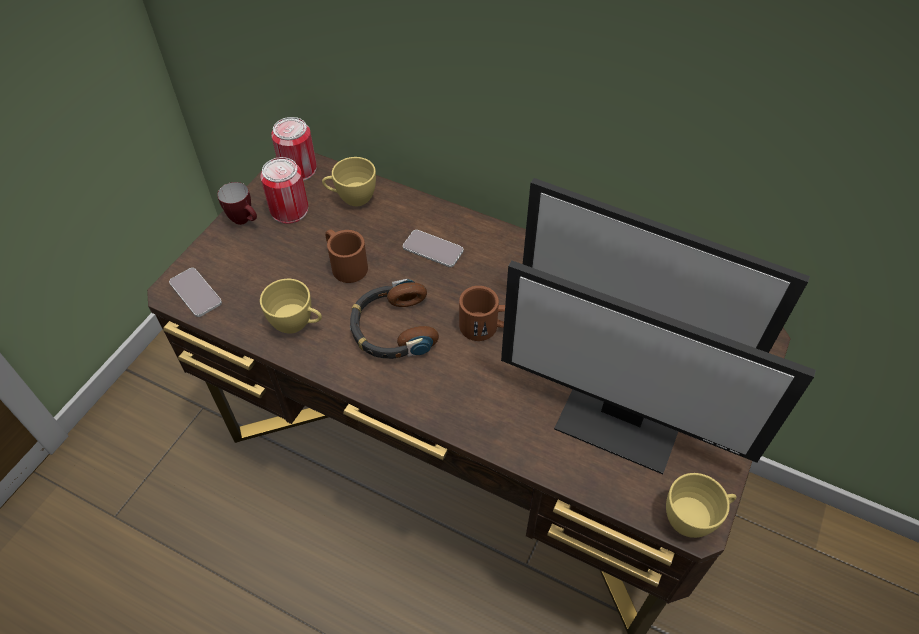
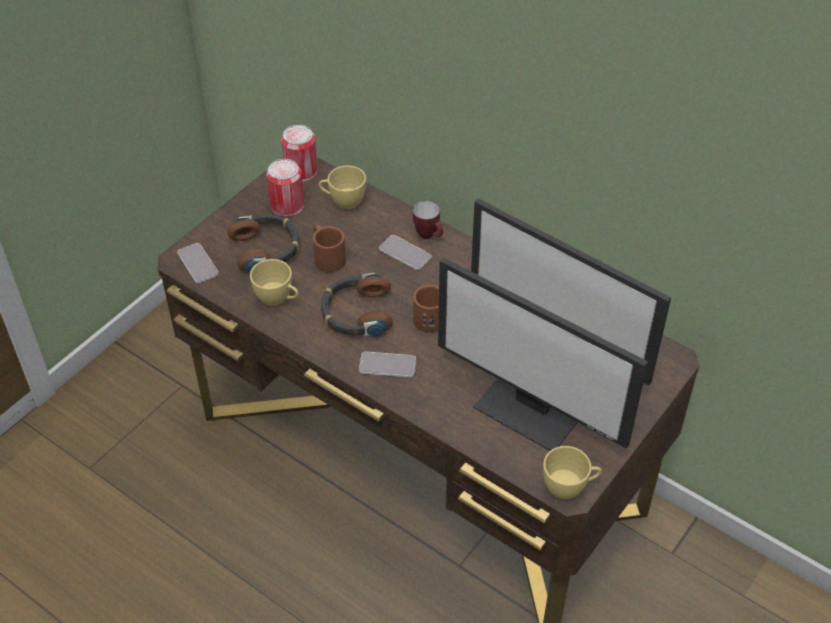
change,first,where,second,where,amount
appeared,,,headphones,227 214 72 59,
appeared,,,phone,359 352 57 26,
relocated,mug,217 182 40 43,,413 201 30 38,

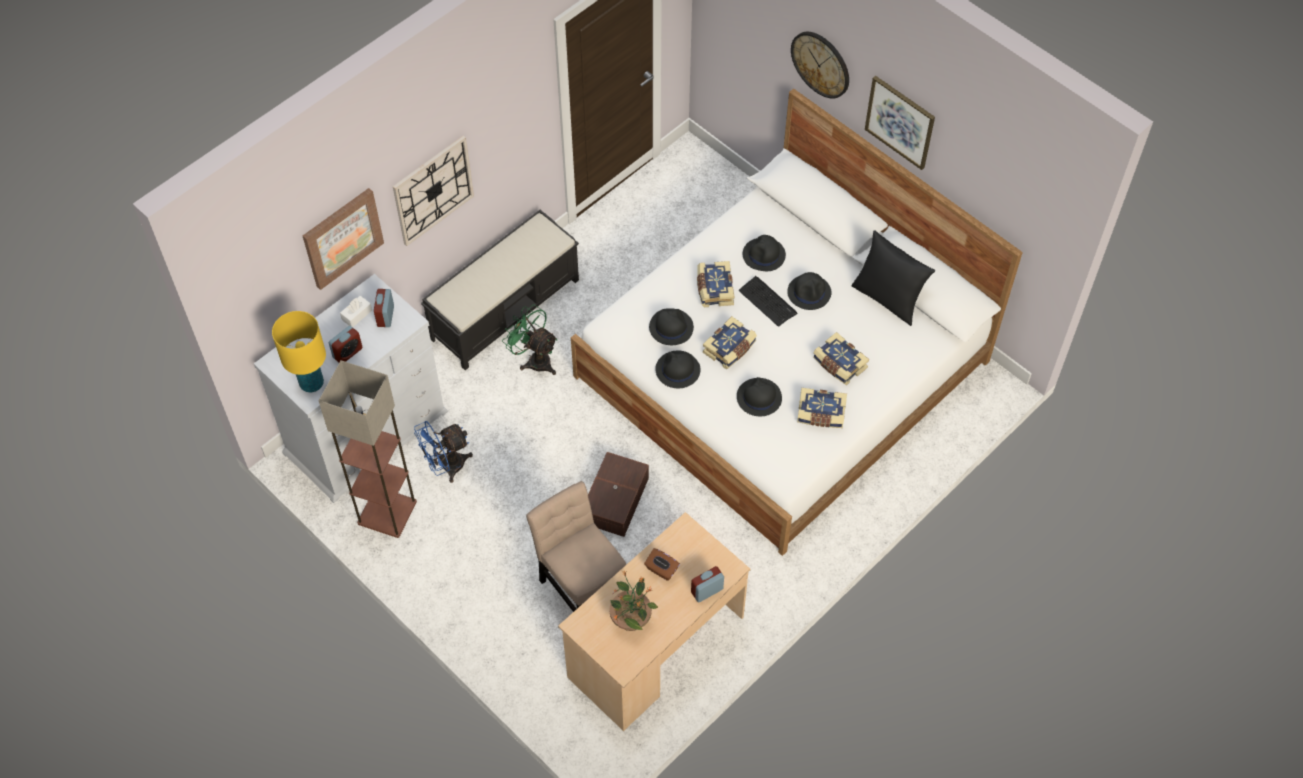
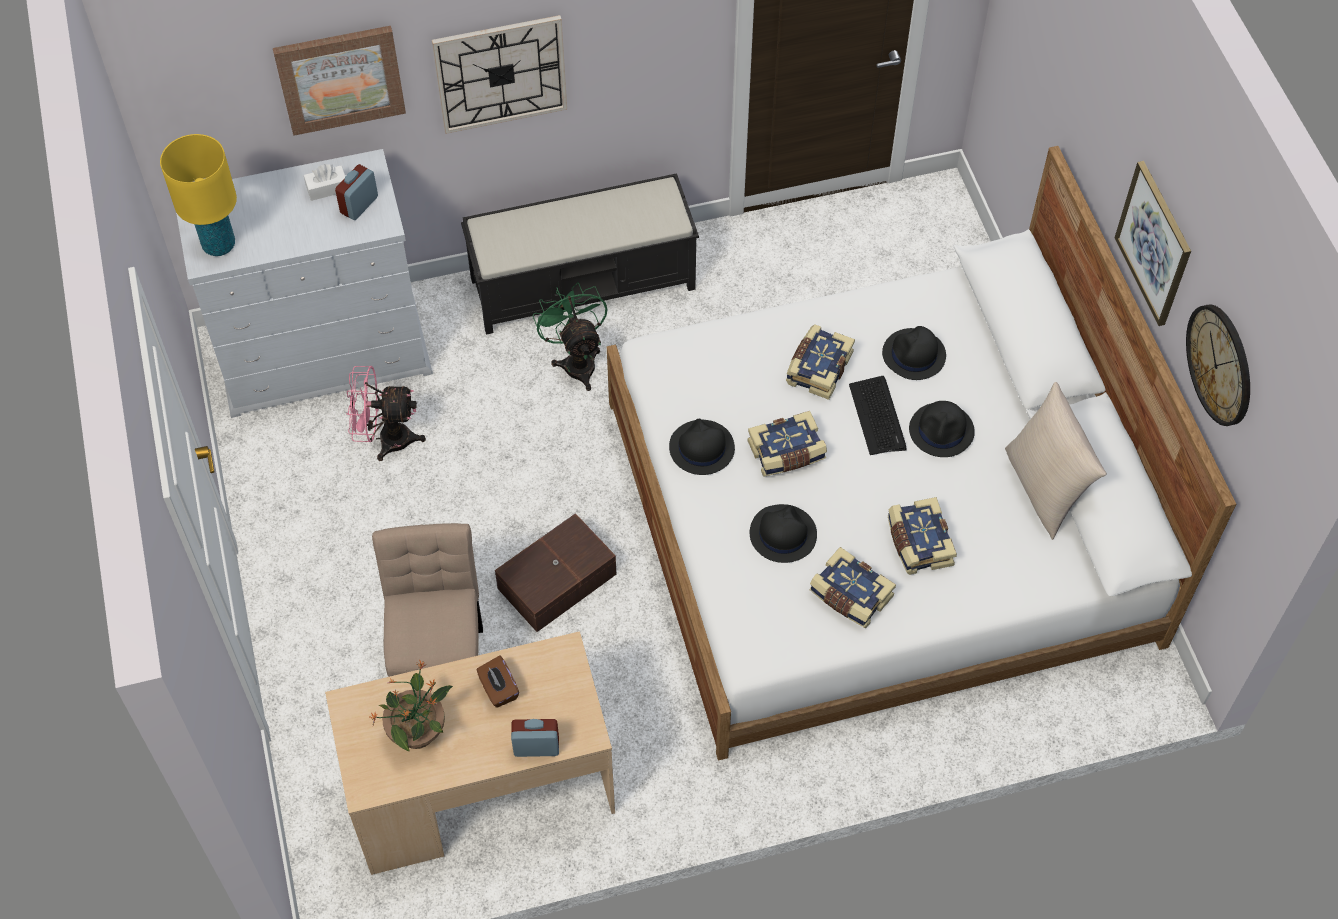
change,first,where,second,where,amount
colour,fan (blue),414 421 59 62,fan (pink),346 366 80 95,
colour,pillow (black),851 230 84 96,pillow (beige),1005 382 102 158,
relocated,wall clock,791 32 58 67,,1186 304 64 122,
missing,floor lamp,319 360 98 178,,,
missing,alarm clock,329 326 33 37,,,
missing,hat (black),649 308 45 37,,,

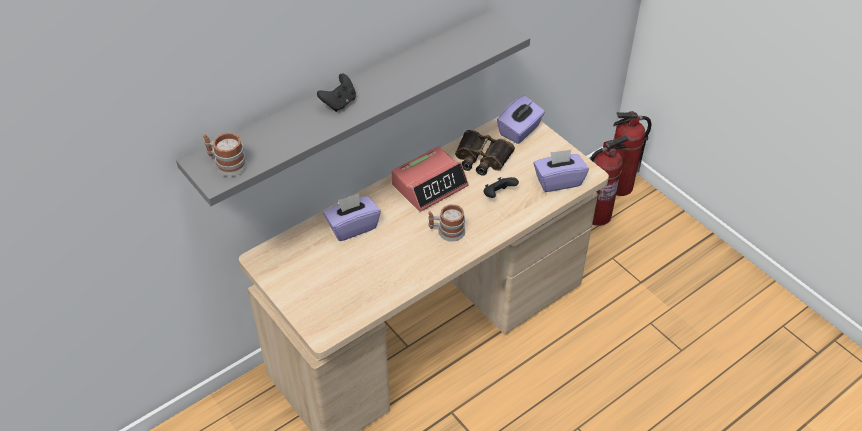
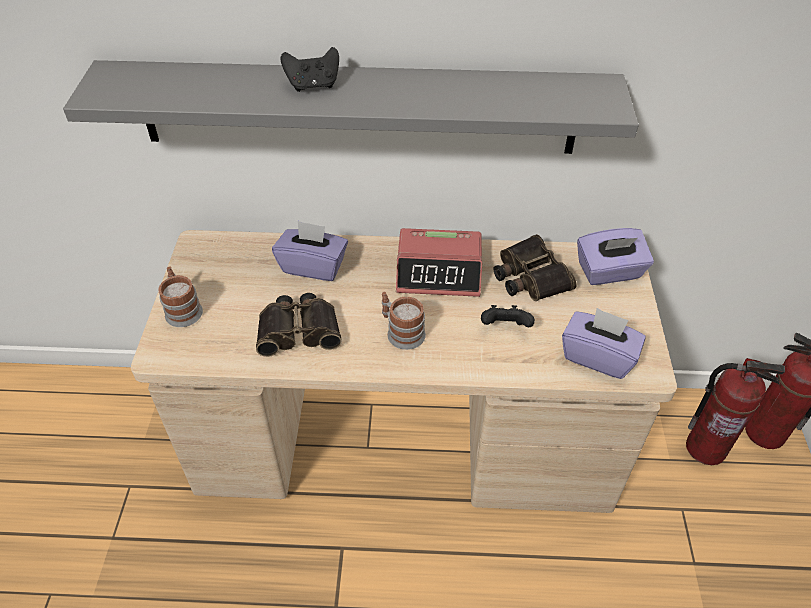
change,first,where,second,where,amount
relocated,mug,203 133 45 44,,159 266 44 61,
appeared,,,binoculars,256 293 86 64,

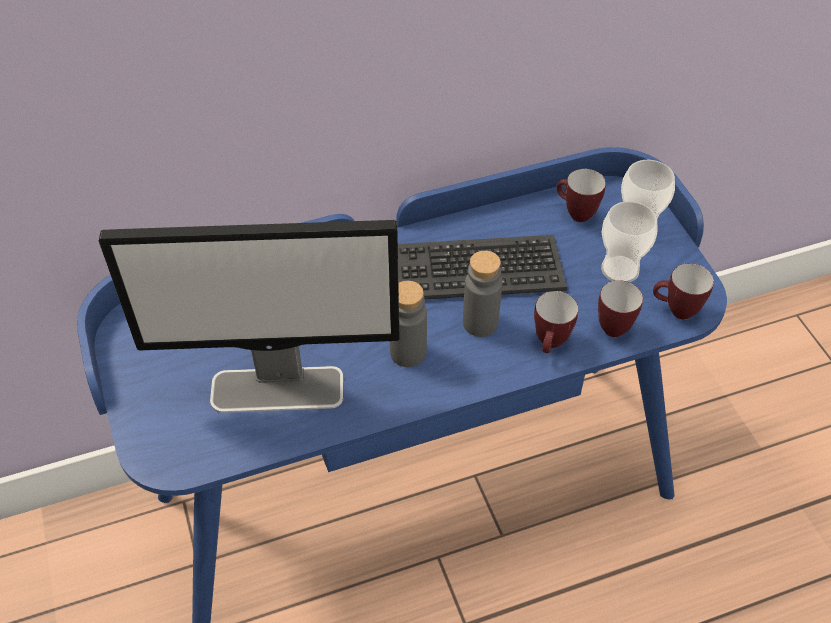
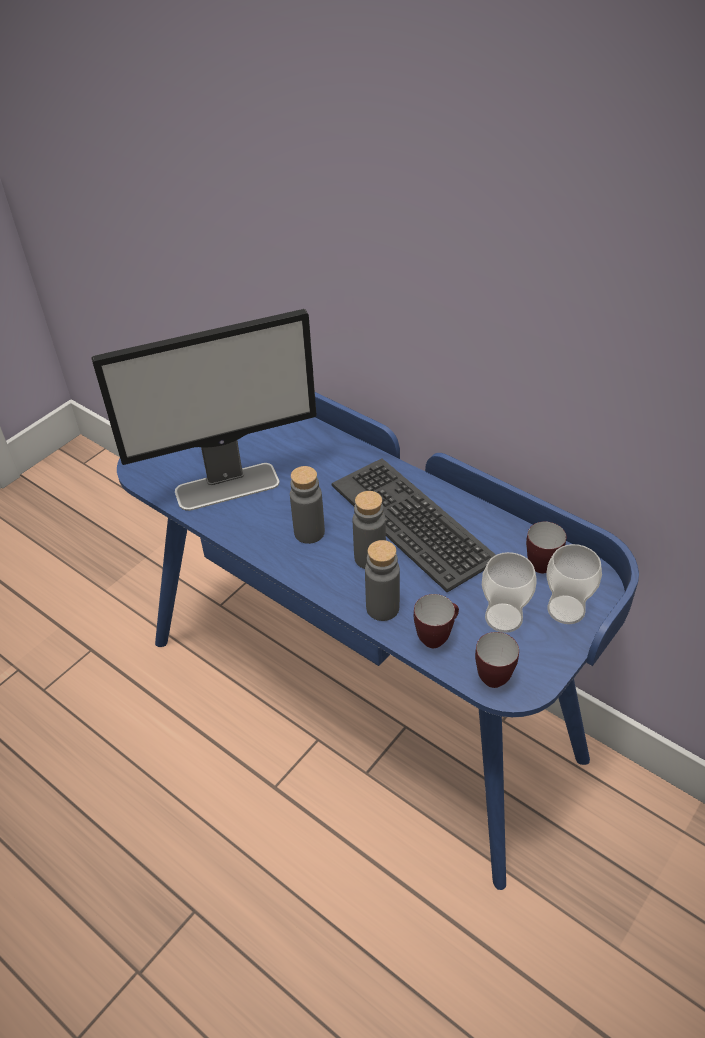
change,first,where,second,where,amount
spun,monitor,99 220 301 193,,92 309 224 202,75 degrees counterclockwise
exchanged,mug,534 291 45 62,bottle (grey),365 540 35 81,

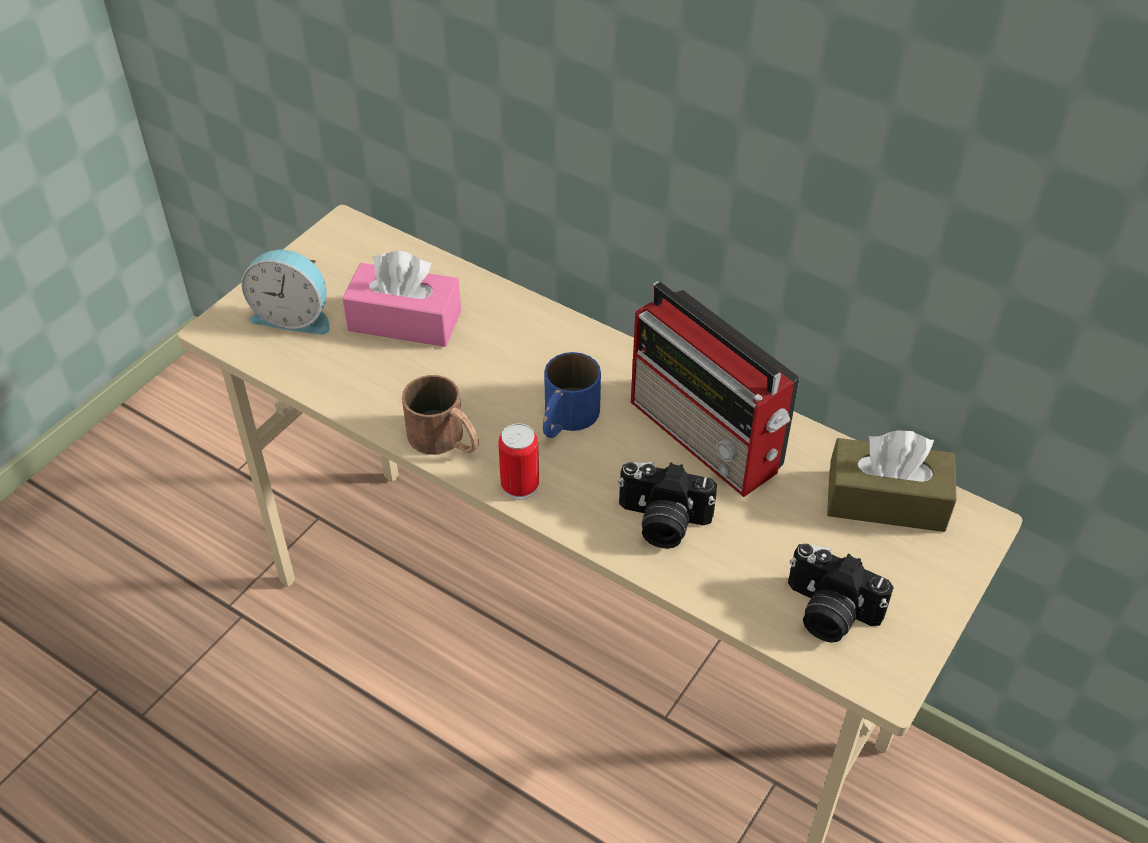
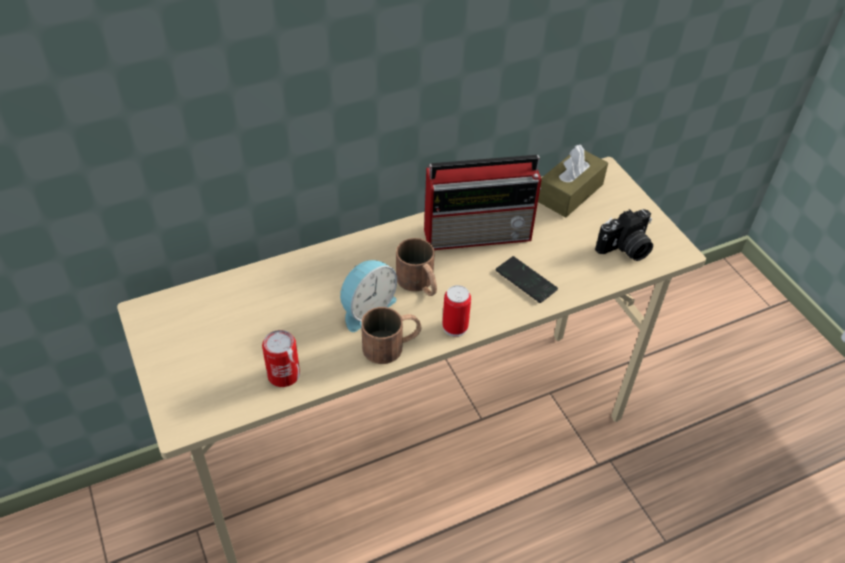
change,first,where,second,where,amount
appeared,,,can,262 330 38 57,
relocated,alarm clock,241 249 89 86,,340 260 57 72,
colour,mug (blue),543 352 58 86,mug (brown),396 238 41 58,
exchanged,photo camera,618 461 99 87,phone,496 256 62 47,
missing,tissue box (pink),342 251 119 96,,,

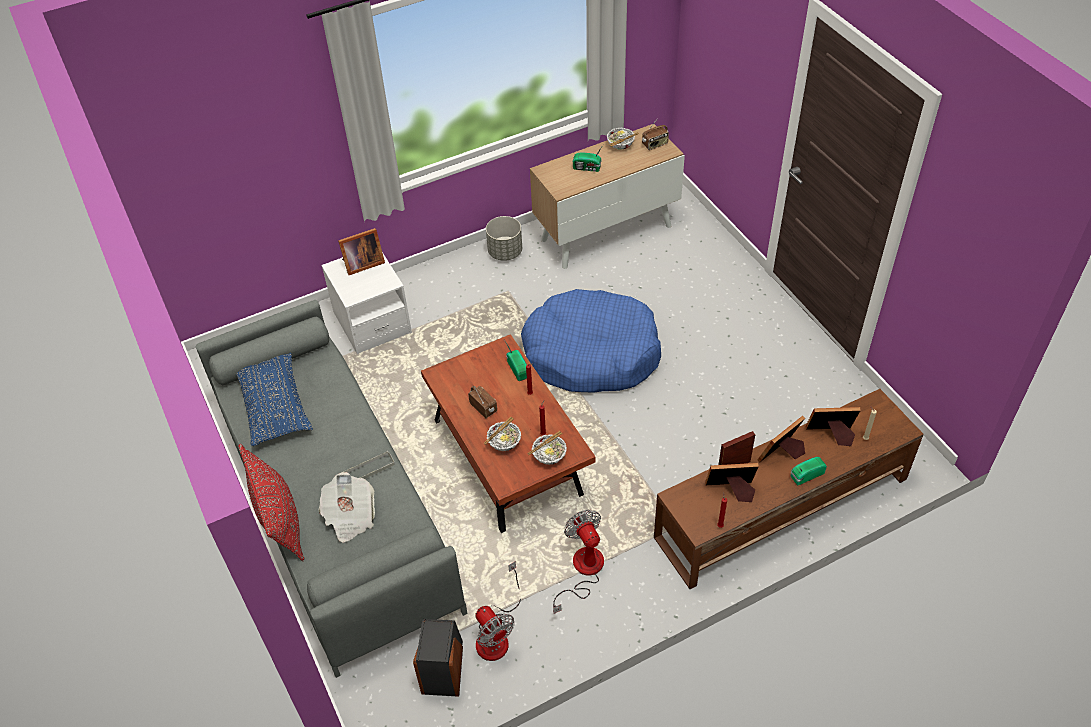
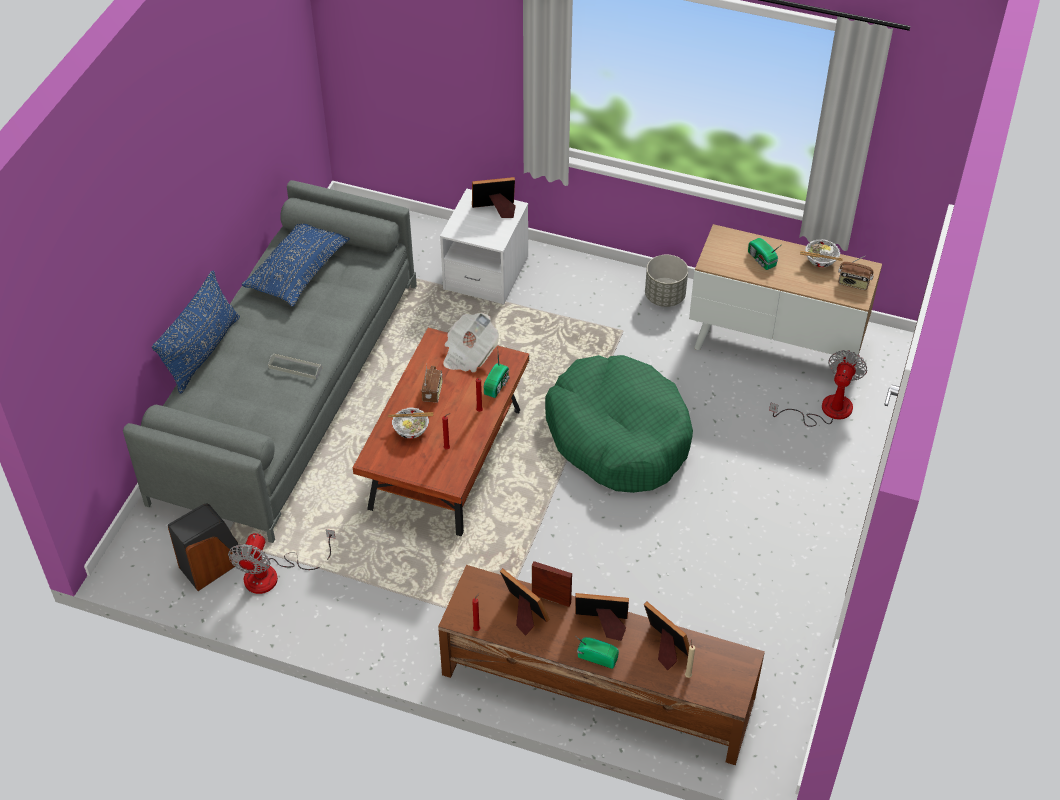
change,first,where,second,where,amount
colour,pillow (red),238 444 67 117,pillow (blue),152 270 88 124,
relocated,newspaper,318 472 57 71,,443 313 56 60,
spun,picture frame,338 228 47 47,,472 177 44 41,150 degrees clockwise
colour,dog bed (blue),521 289 140 104,dog bed (green),545 355 148 138,
relocated,fan,553 510 51 104,,769 350 98 77,
missing,bowl,527 431 40 34,,,

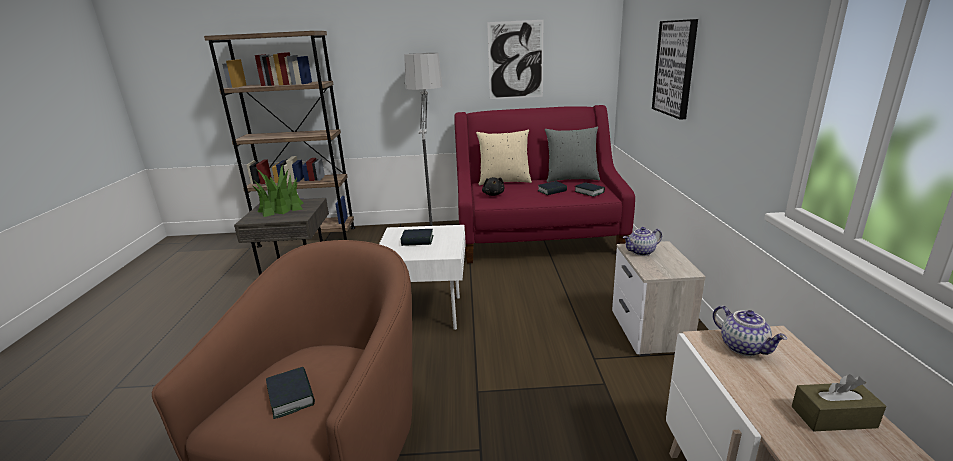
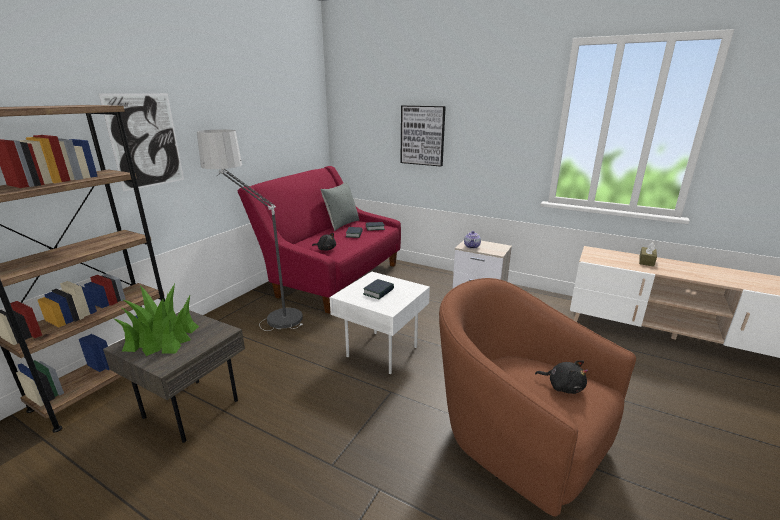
change,first,where,second,where,amount
relocated,picture,487 20 56 79,,99 93 85 99,
exchanged,book,266 367 49 52,plush toy (black),535 360 53 34,
missing,pillow (beige),476 129 56 56,,,
missing,teapot,713 305 74 51,,,

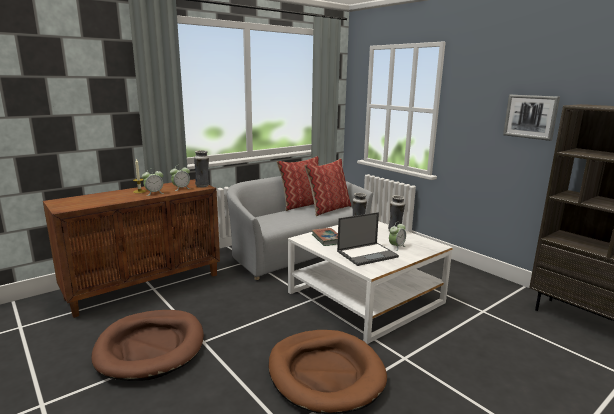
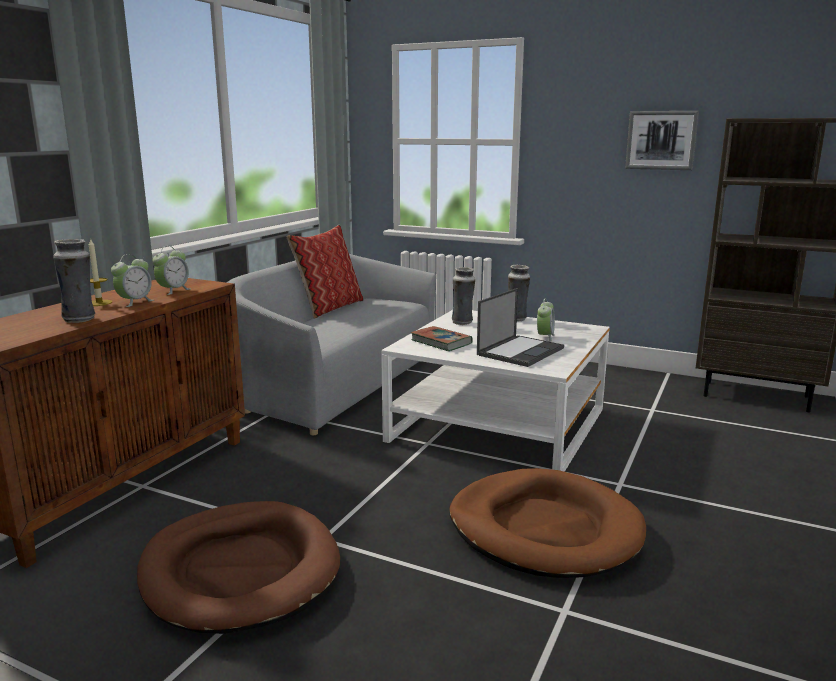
change,first,where,second,where,amount
relocated,vase,194 150 15 38,,53 239 42 84,
missing,pillow,304 158 47 58,,,

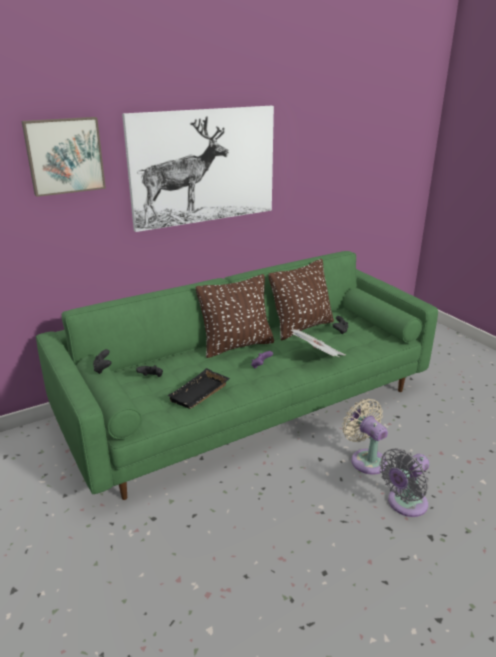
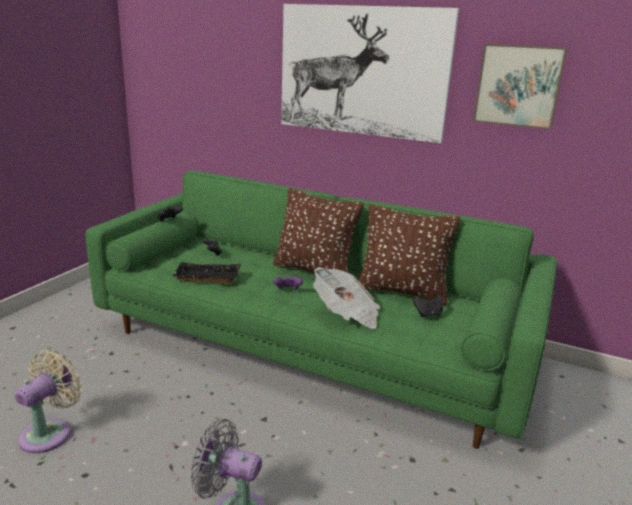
change,first,where,second,where,amount
relocated,fan (beige),342 398 46 77,,15 350 67 103,
relocated,picture,21 117 85 80,,473 44 95 86,

